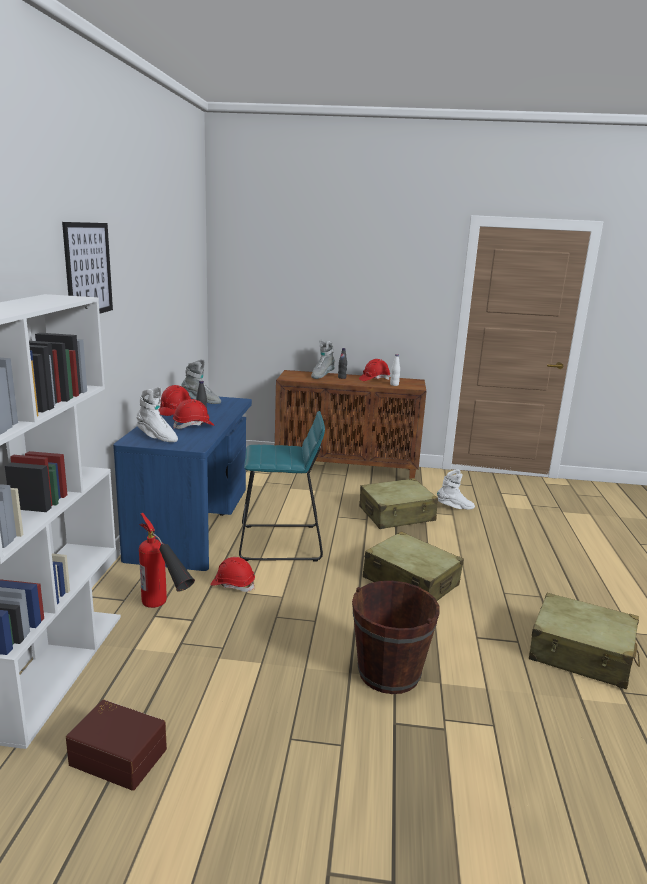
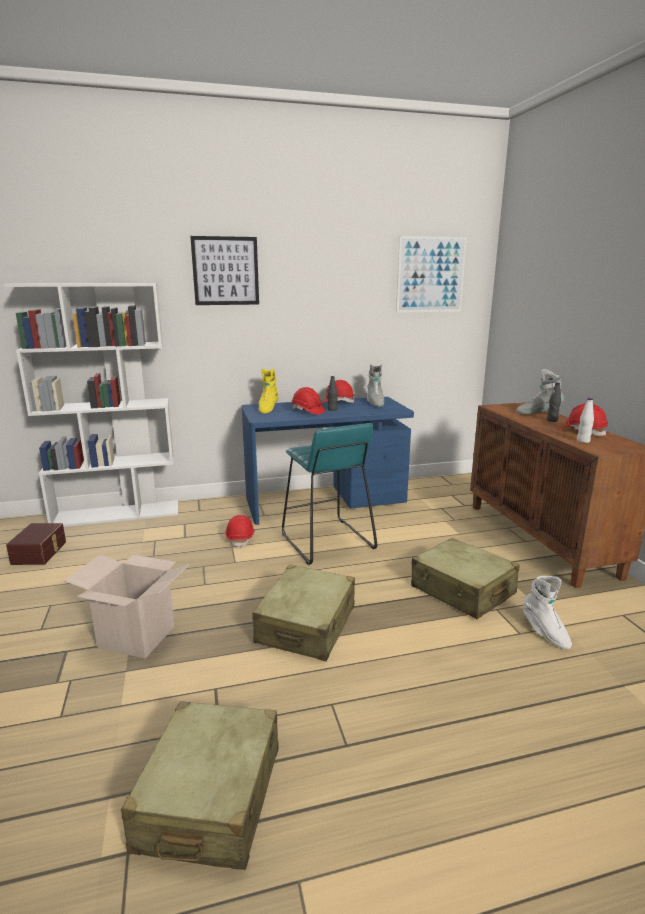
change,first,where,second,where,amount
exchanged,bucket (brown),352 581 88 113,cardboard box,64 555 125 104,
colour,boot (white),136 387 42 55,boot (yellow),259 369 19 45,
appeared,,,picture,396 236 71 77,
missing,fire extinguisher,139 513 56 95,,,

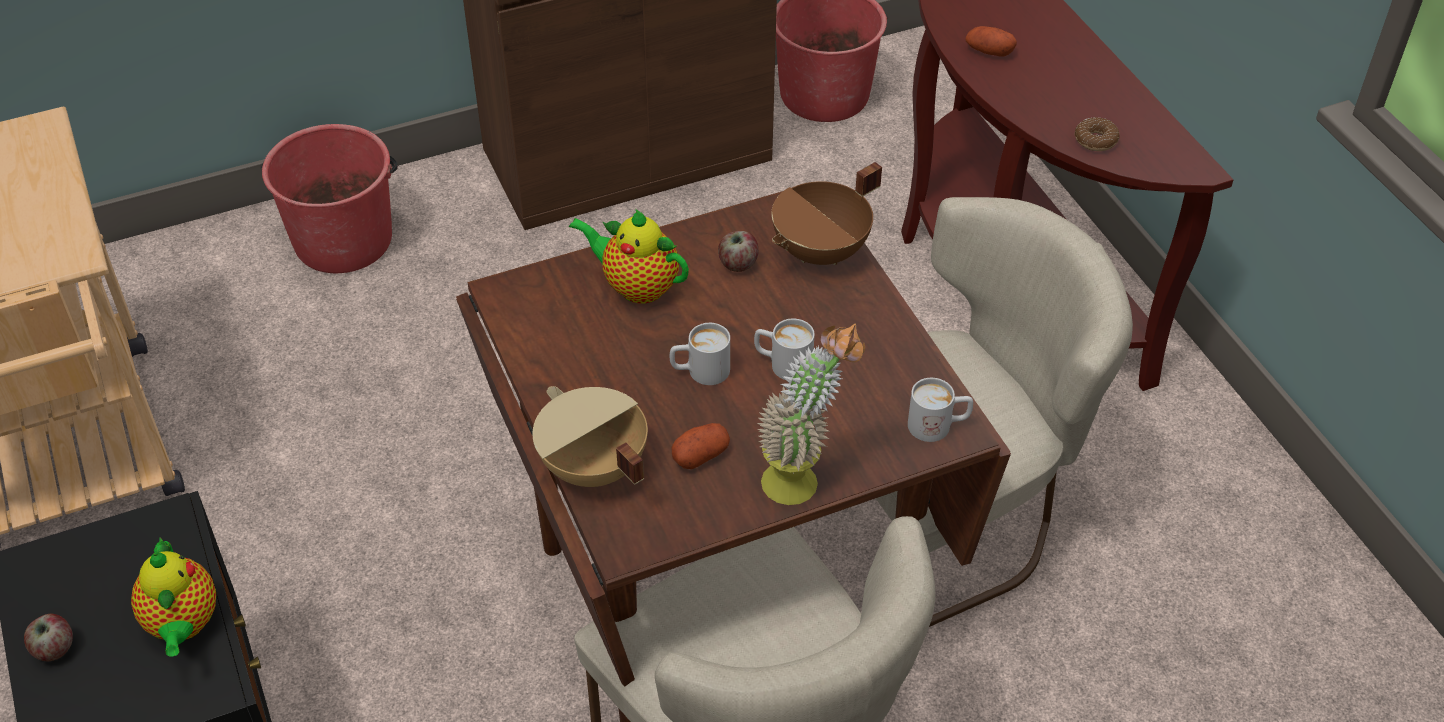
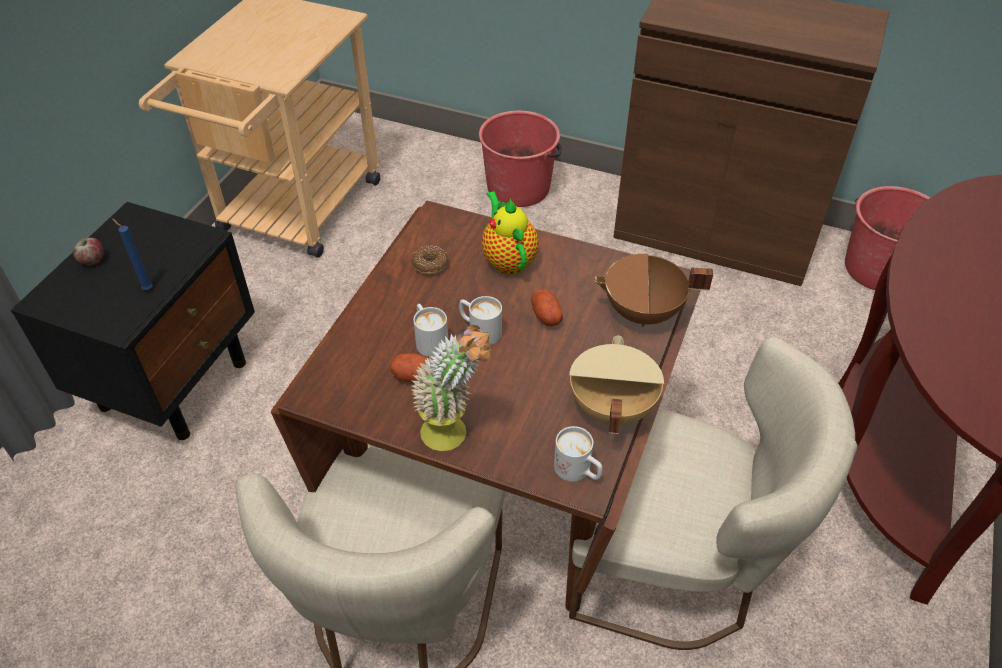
change,first,where,second,where,amount
exchanged,teapot,131 538 85 119,candle (blue),112 219 40 71,
relocated,donut,1075 117 45 34,,411 246 38 29,
relocated,mug (white),754 319 61 61,,413 304 35 53,
relocated,potato,966 26 51 31,,531 289 32 38,
relocated,cooking pot (beige),532 386 116 101,,569 335 95 99,
missing,apple,718 231 41 41,,,

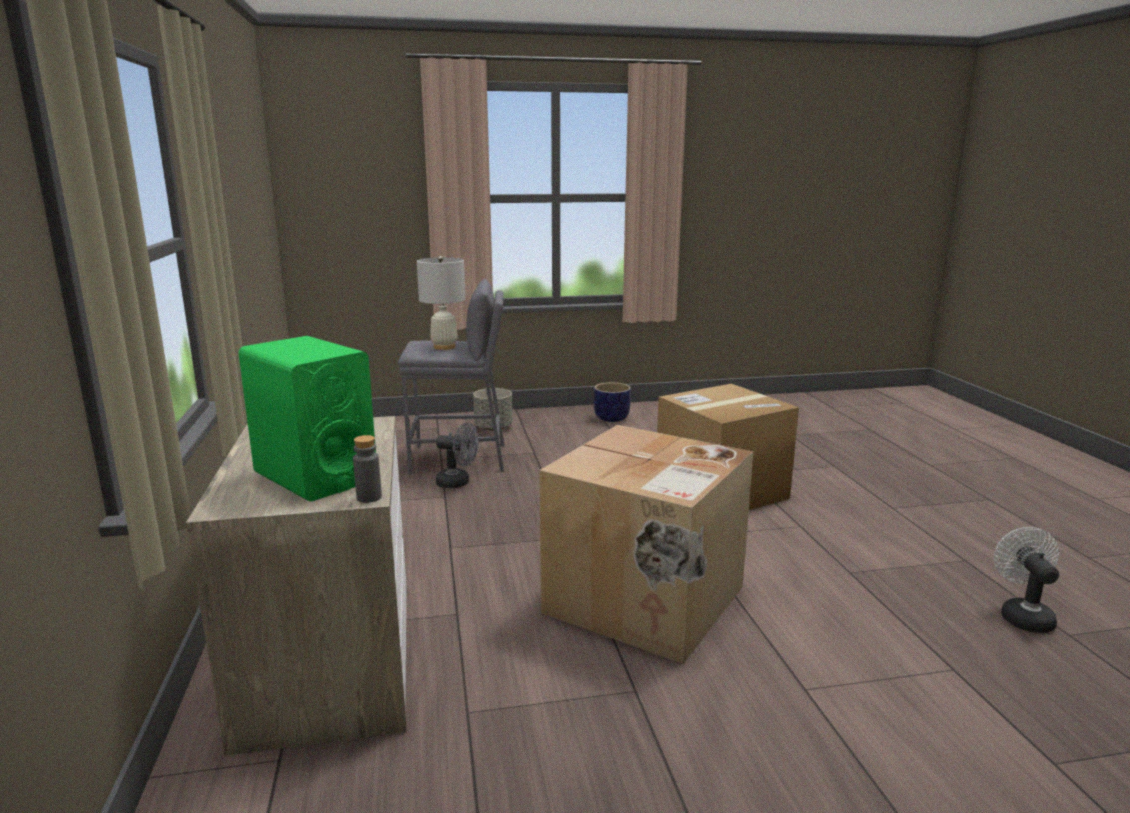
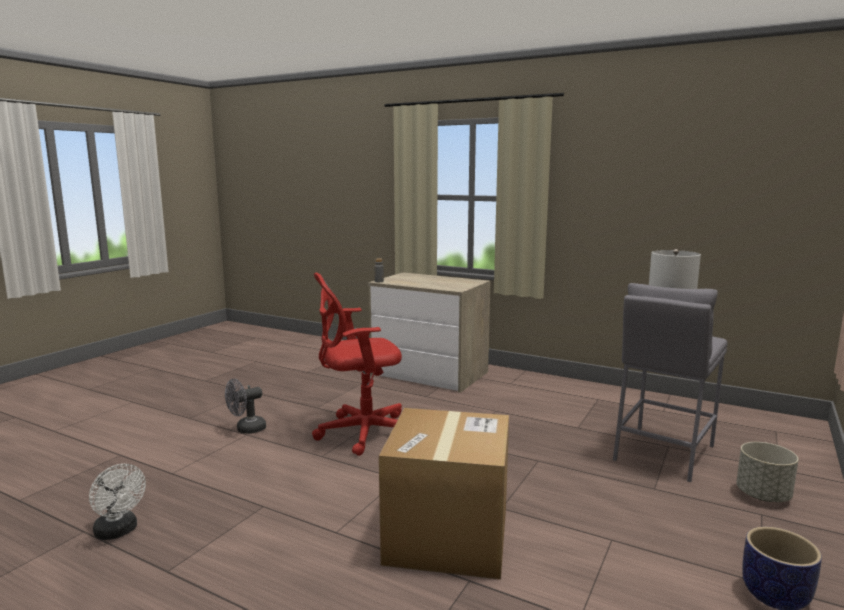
change,first,where,second,where,amount
relocated,fan (grey),436 423 43 65,,225 379 41 55,
exchanged,cardboard box,539 425 214 239,office chair (red),312 272 90 184,
missing,speaker (green),238 336 138 166,,,

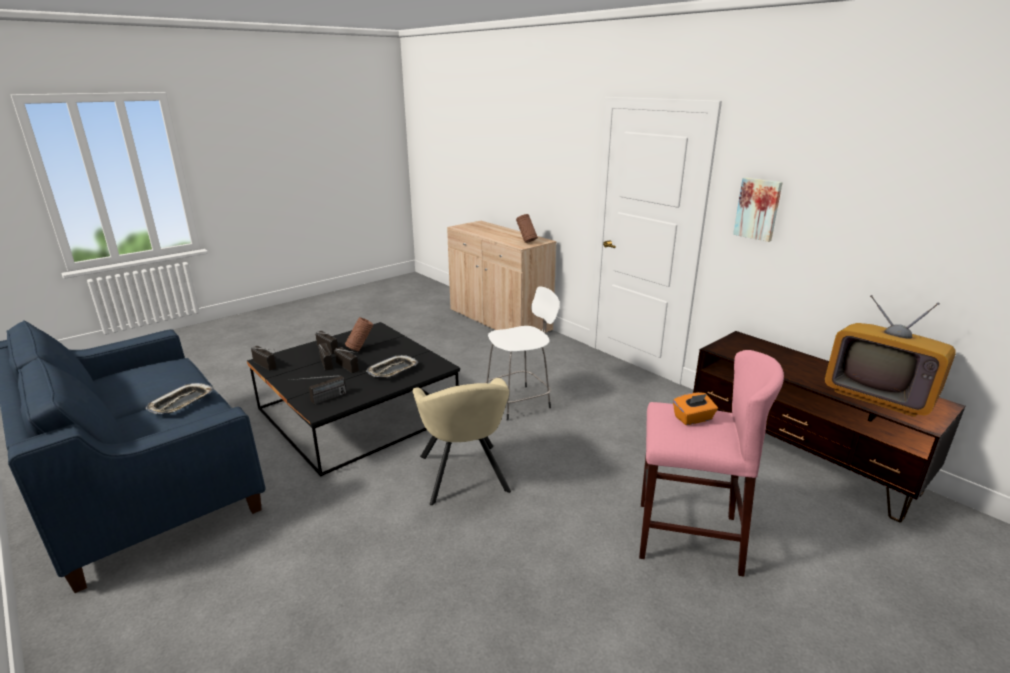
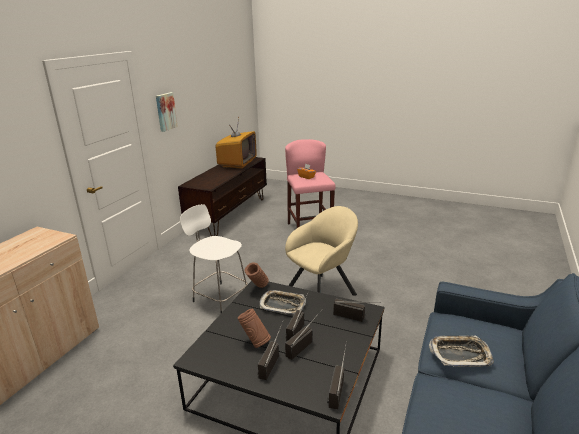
change,first,where,second,where,amount
relocated,vase (brown),516 214 22 29,,244 263 25 25,

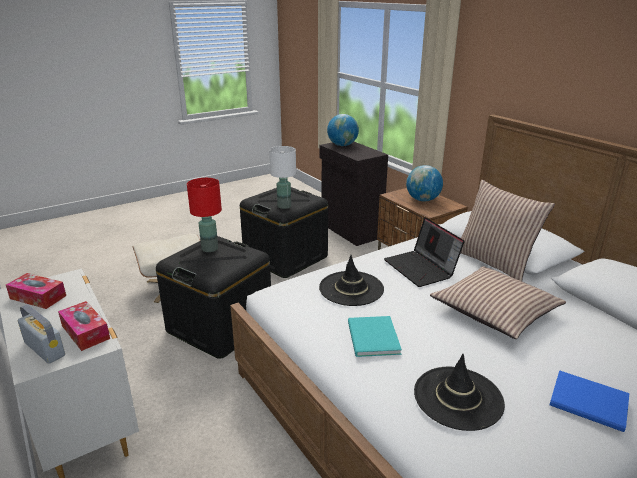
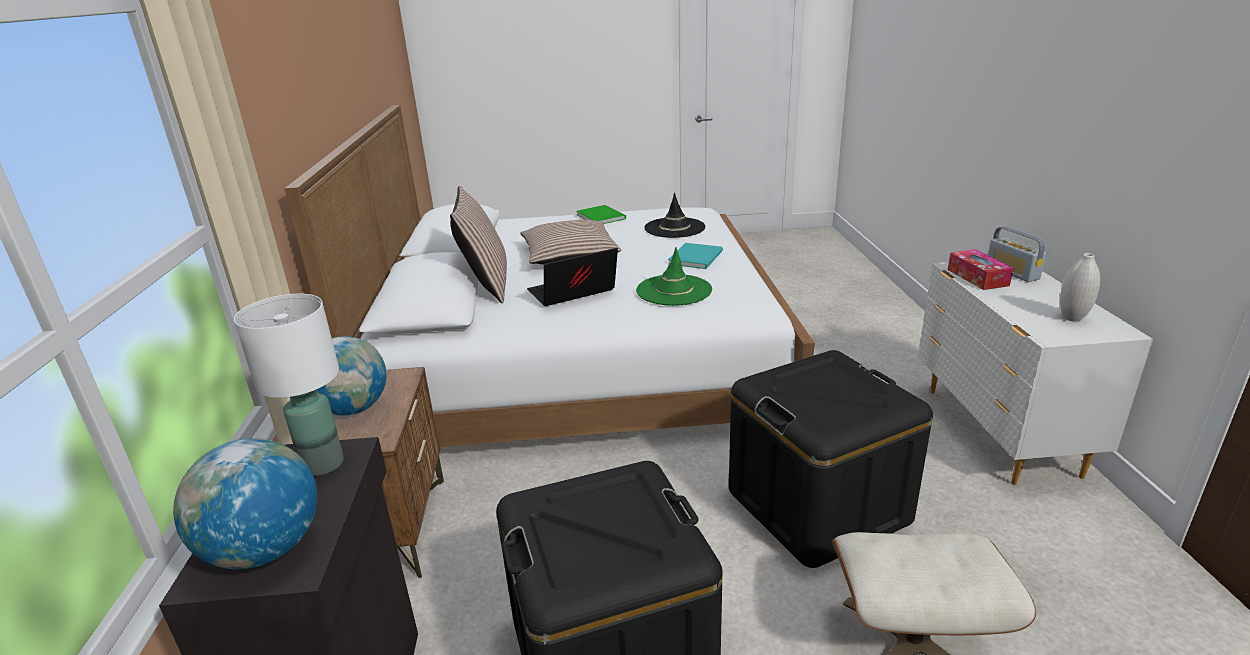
change,first,where,second,where,amount
relocated,table lamp (white),269 146 27 63,,234 294 110 182,
spun,laptop,384 217 81 70,,527 248 91 58,120 degrees counterclockwise
colour,book (blue),550 370 80 62,book (green),577 205 49 19,
colour,hat (black),319 255 65 51,hat (green),636 247 76 59,
exchanged,tissue box,6 273 60 36,vase (white),1060 253 40 69,
missing,table lamp (red),187 178 35 74,,,

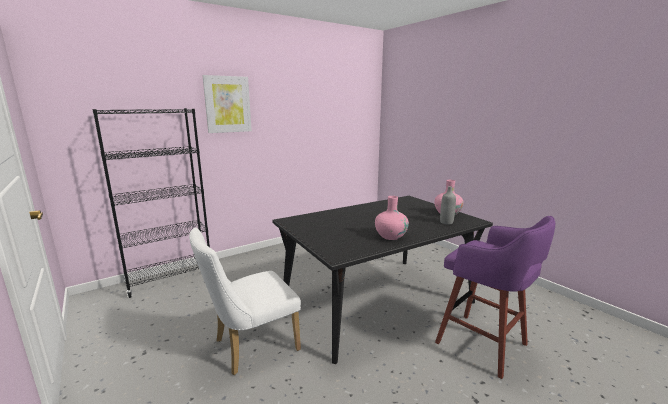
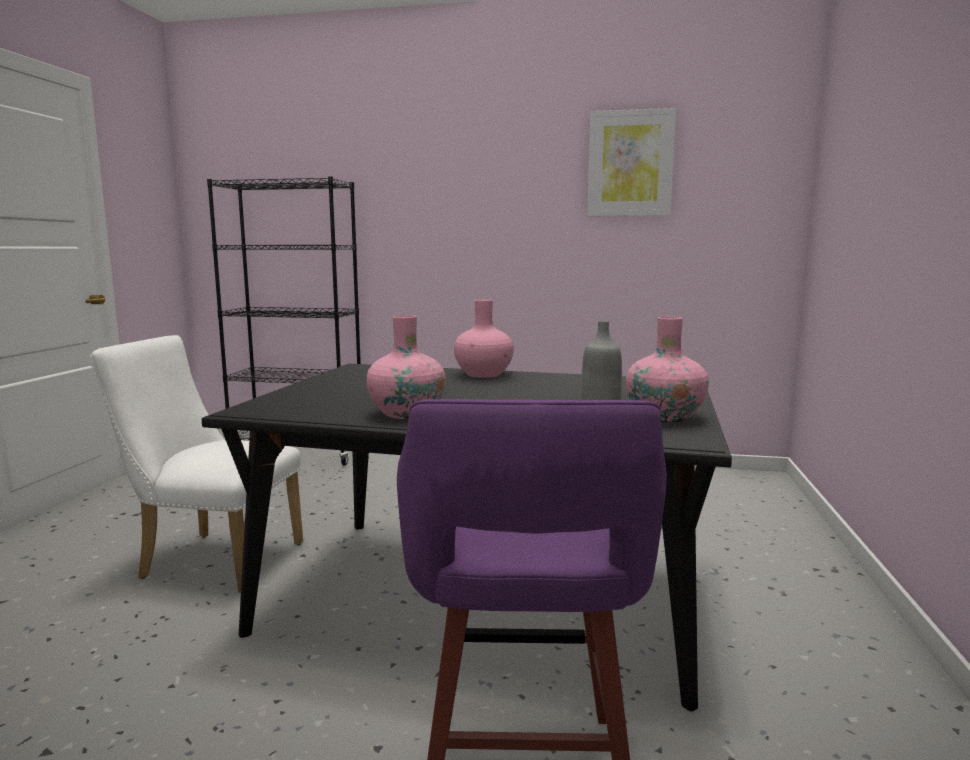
change,first,where,second,where,amount
appeared,,,vase (pink),454 299 60 79,
relocated,picture,202 75 50 58,,587 108 89 108,

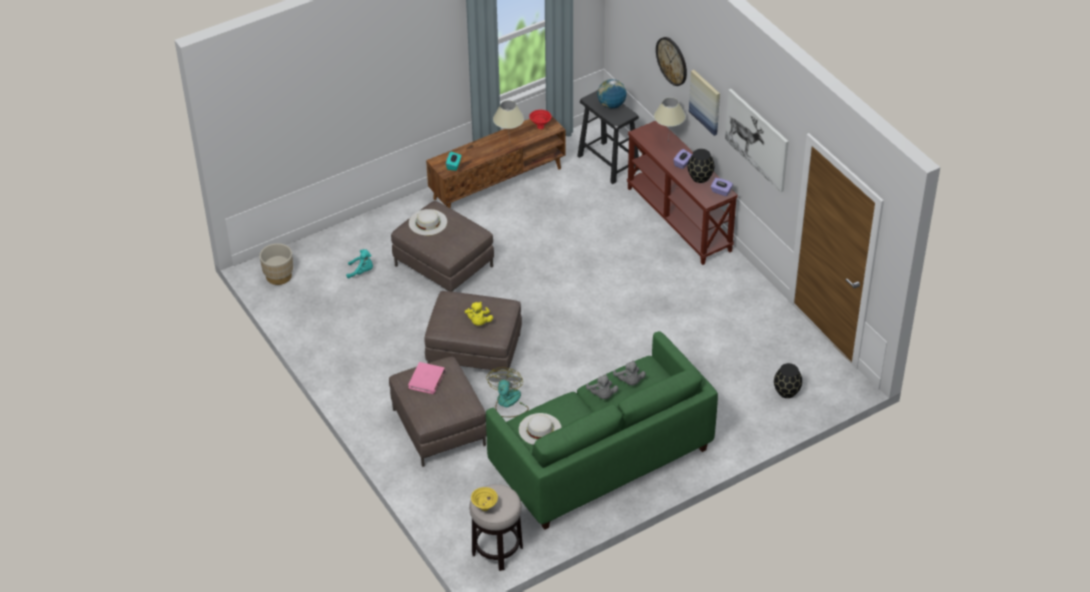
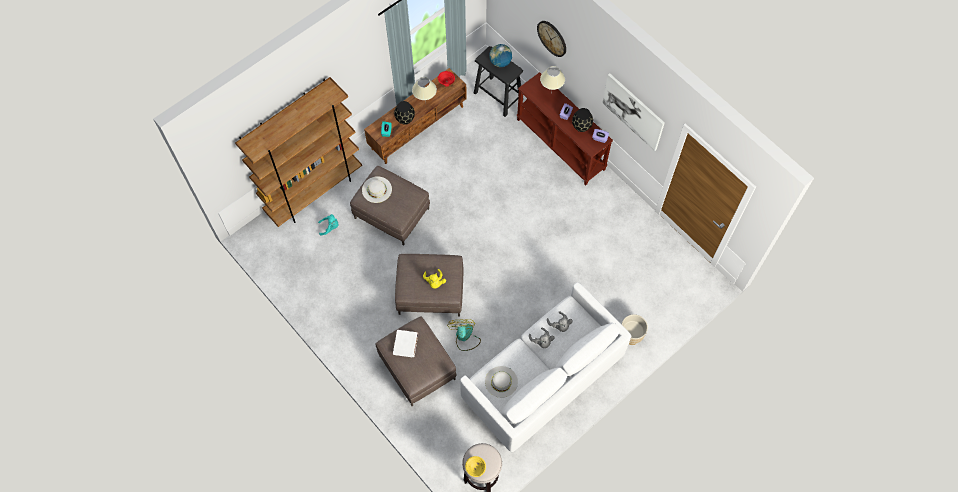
change,first,where,second,where,amount
appeared,,,bookcase (brown),235 77 127 150,
colour,book (pink),408 362 38 32,book (white),393 330 25 27,
relocated,vase (black),774 363 28 35,,394 101 21 24,
colour,sofa (green),486 331 232 199,sofa (white),460 282 171 170,
relocated,planter (beige),260 243 33 42,,622 314 26 31,
missing,picture,689 70 31 66,,,

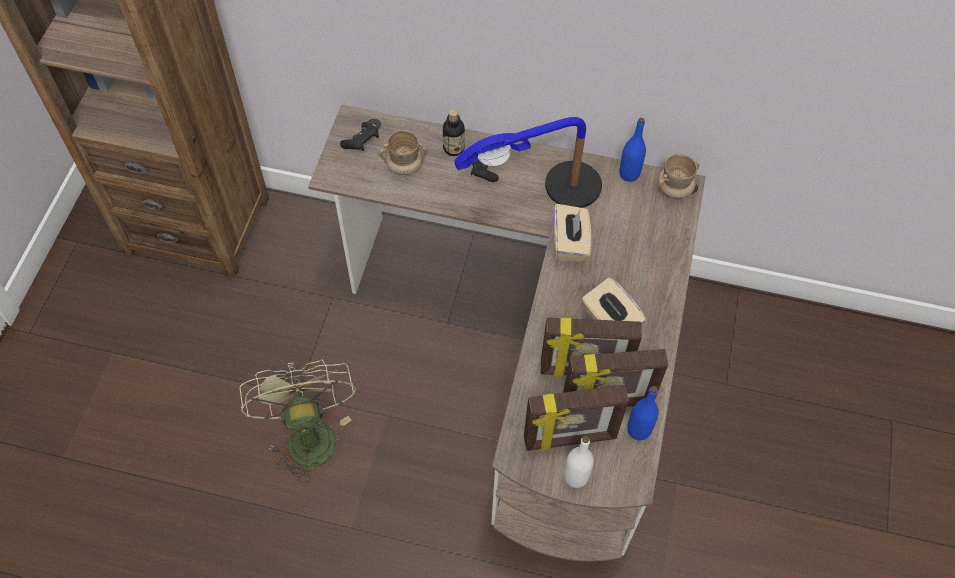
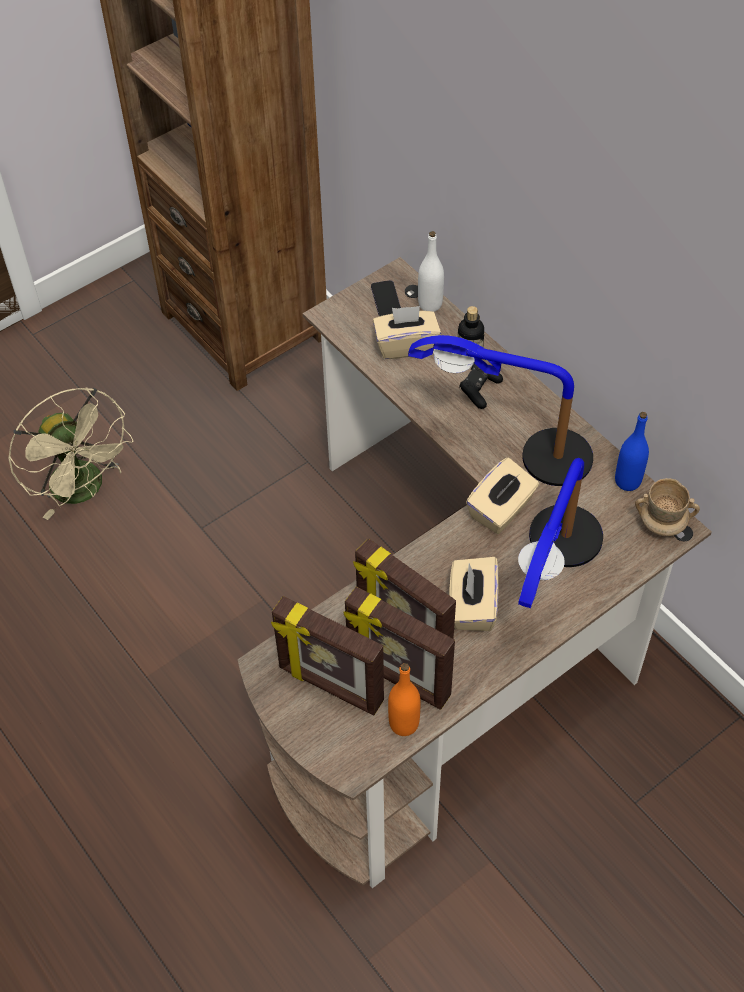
change,first,where,second,where,amount
appeared,,,fan (beige),8 387 125 133,
exchanged,game controller (black),340 122 39 29,phone,371 280 30 36,
exchanged,mug (beige),379 130 49 45,tissue box (beige),373 306 68 53,
colour,bottle (blue),627 386 32 55,bottle (orange),388 663 33 73,
relocated,bottle (white),564 436 30 52,,418 231 26 81,
appeared,,,table lamp,518 458 85 150,
missing,fan (green),239 359 117 124,,,

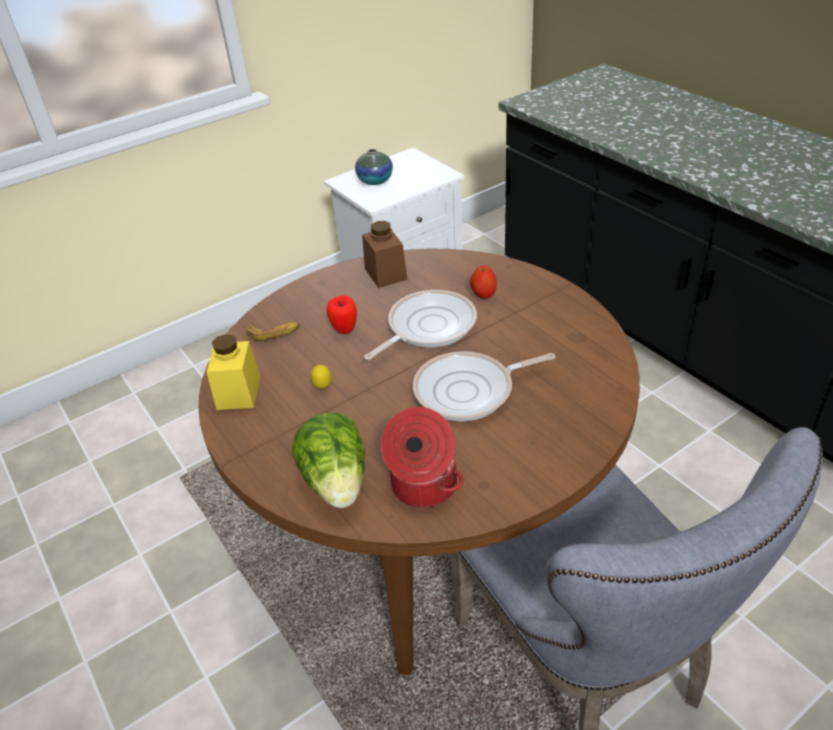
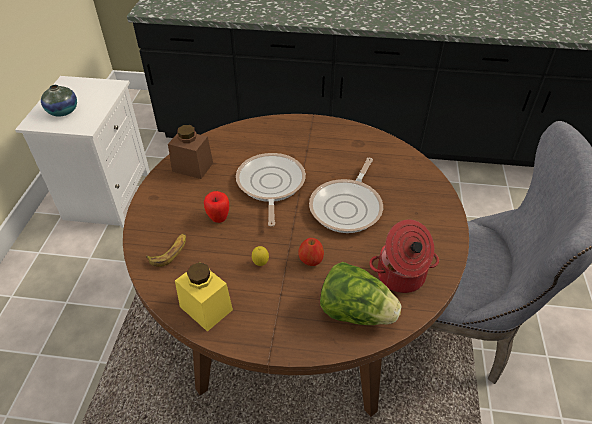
change,first,where,second,where,amount
relocated,apple,470 266 27 33,,299 238 25 28,

